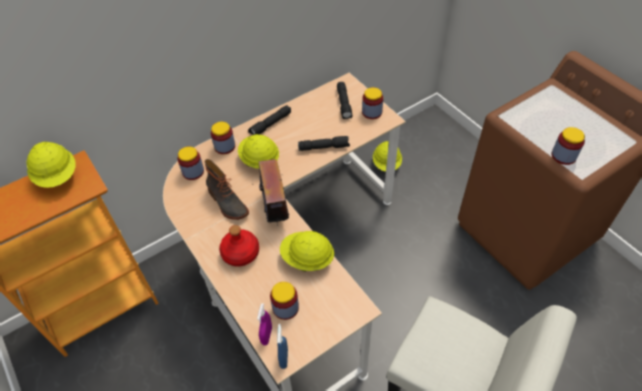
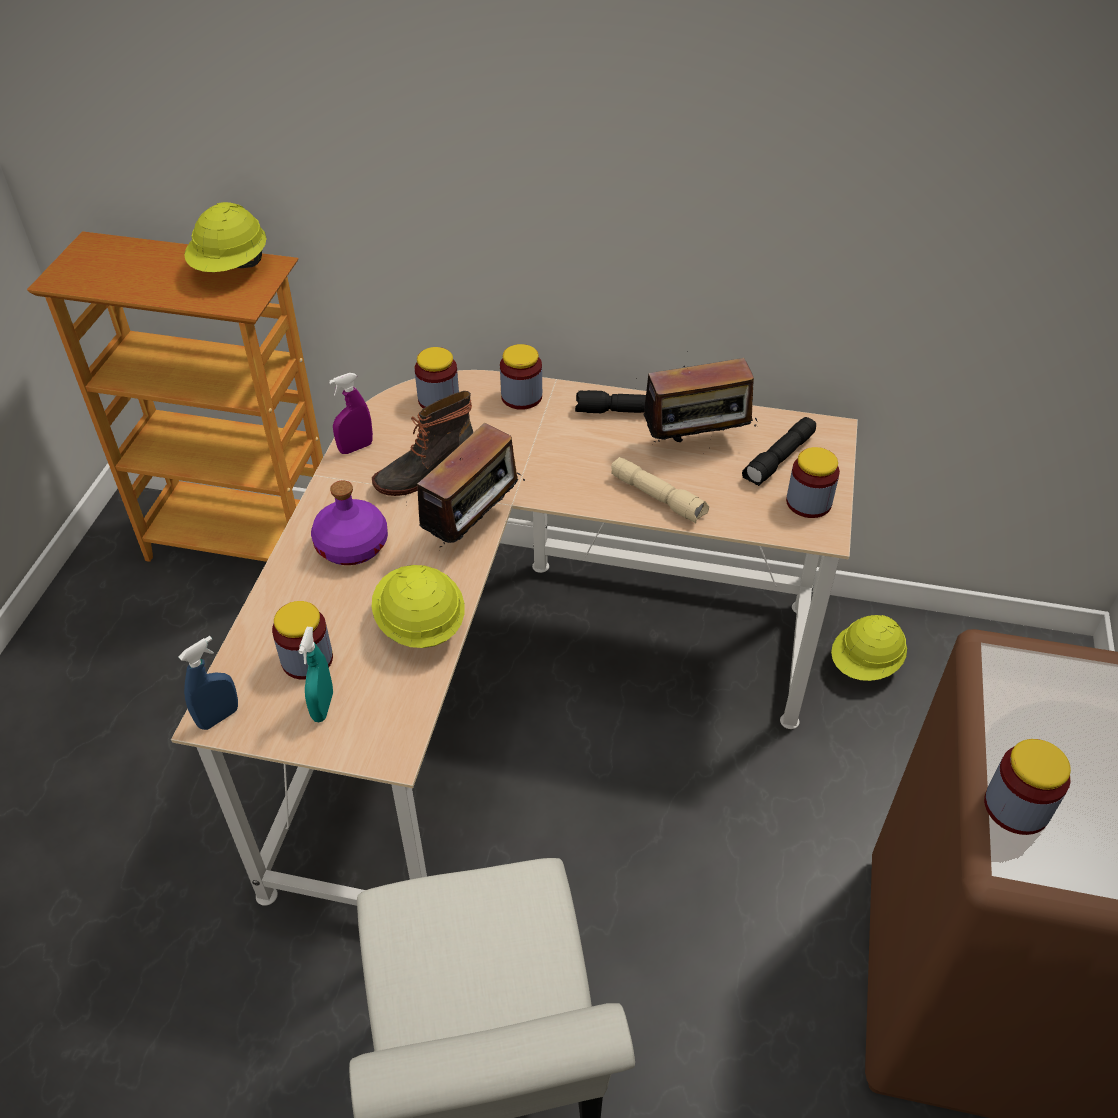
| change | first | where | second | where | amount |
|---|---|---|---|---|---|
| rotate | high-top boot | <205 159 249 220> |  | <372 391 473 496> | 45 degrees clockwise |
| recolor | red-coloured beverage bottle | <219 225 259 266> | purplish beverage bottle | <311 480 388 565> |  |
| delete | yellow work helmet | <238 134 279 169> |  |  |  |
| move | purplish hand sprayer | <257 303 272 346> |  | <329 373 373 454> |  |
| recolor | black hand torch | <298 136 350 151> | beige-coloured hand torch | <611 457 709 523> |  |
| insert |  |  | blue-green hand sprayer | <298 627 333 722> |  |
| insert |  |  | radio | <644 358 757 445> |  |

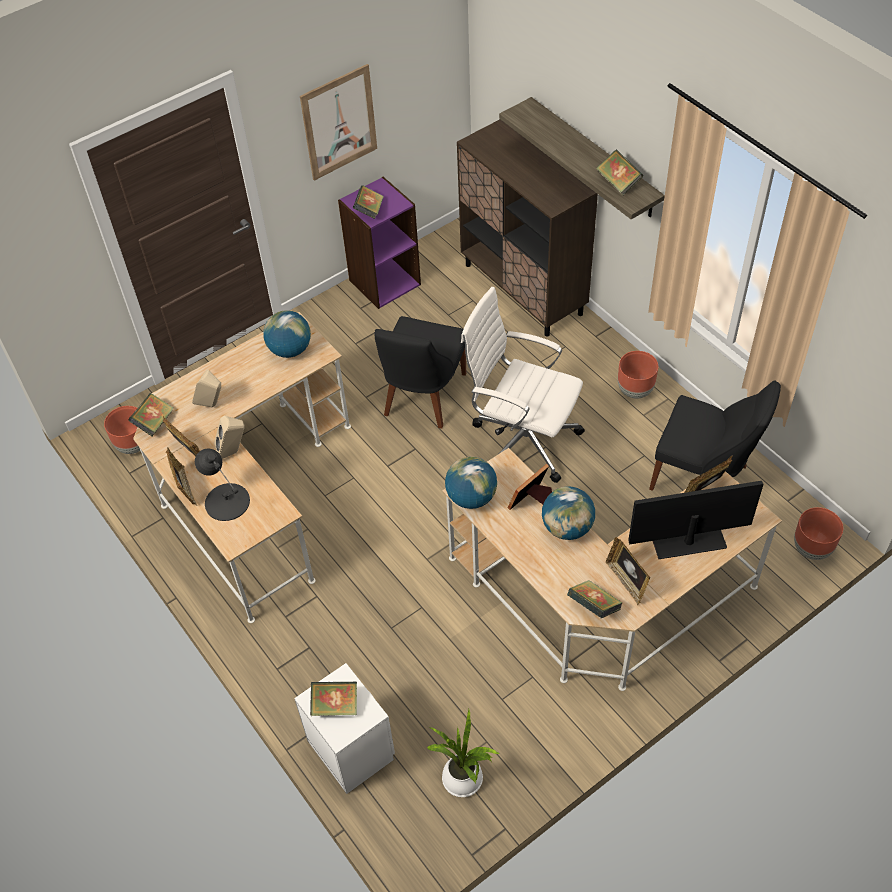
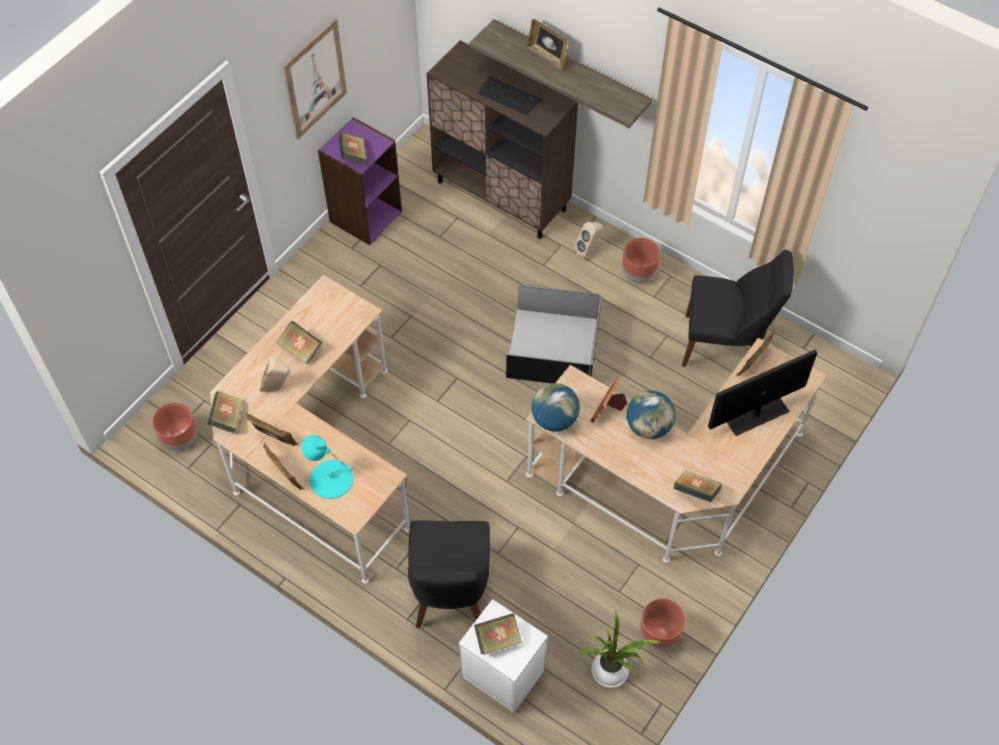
| change | first | where | second | where | amount |
|---|---|---|---|---|---|
| recolor | black tabletop lamp | <195 449 250 521> | blue-green tabletop lamp | <301 435 353 499> |  |
| move | beige-coloured loudspeaker | <214 416 245 459> |  | <573 222 603 259> |  |
| delete | desk globe | <263 310 311 358> |  |  |  |
| move | black chair | <374 316 466 429> |  | <408 521 490 628> |  |
| replace | white computer chair | <461 287 585 483> | black storage box | <505 284 602 383> |  |
| move | volume | <596 150 643 195> |  | <276 321 323 364> |  |
| move | standing frame | <606 537 650 605> |  | <527 19 568 71> |  |
| move | brown plant pot | <794 507 843 560> |  | <640 599 686 650> |  |
| insert |  |  | PC keyboard | <477 77 541 116> |  |

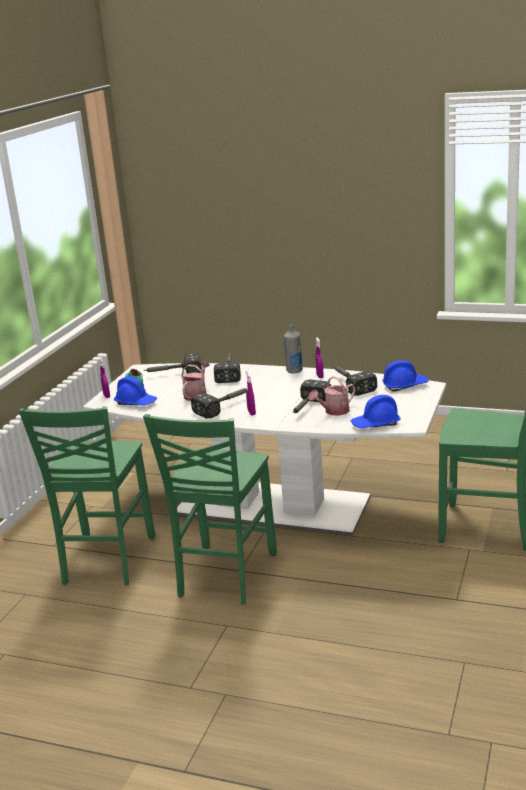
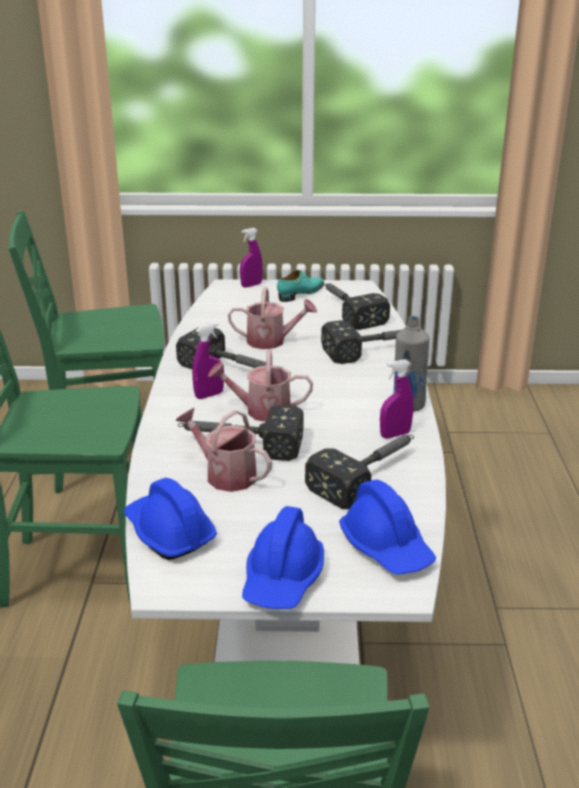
| change | first | where | second | where | amount |
|---|---|---|---|---|---|
| move | blue-coloured work helmet | <114 376 157 406> |  | <242 506 324 609> |  |
| insert |  |  | watering pot | <208 350 313 422> |  |

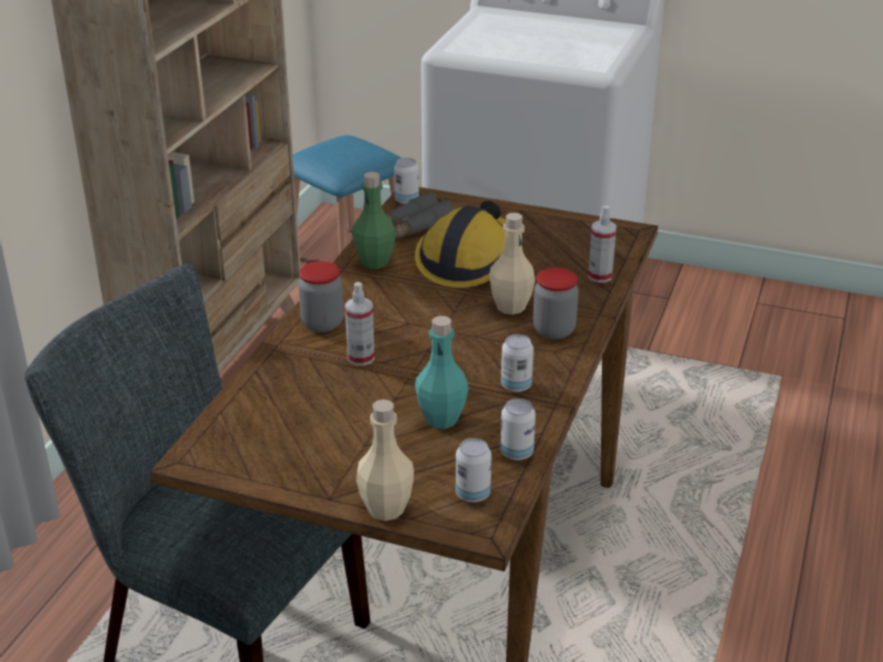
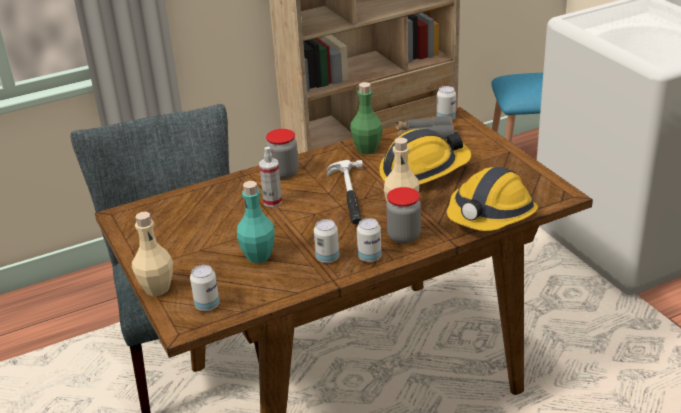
| change | first | where | second | where | amount |
|---|---|---|---|---|---|
| move | can | <500 398 536 460> |  | <357 218 382 262> |  |
| replace | hand sprayer | <588 206 617 283> | work helmet | <447 167 538 231> |  |
| insert |  |  | hammer | <326 160 363 225> |  |

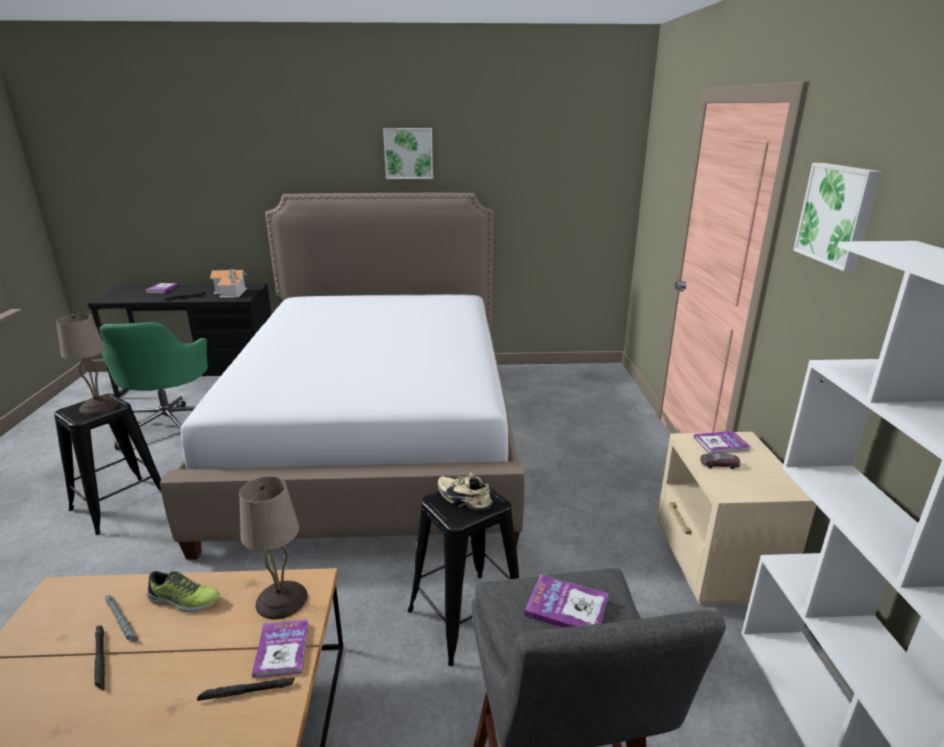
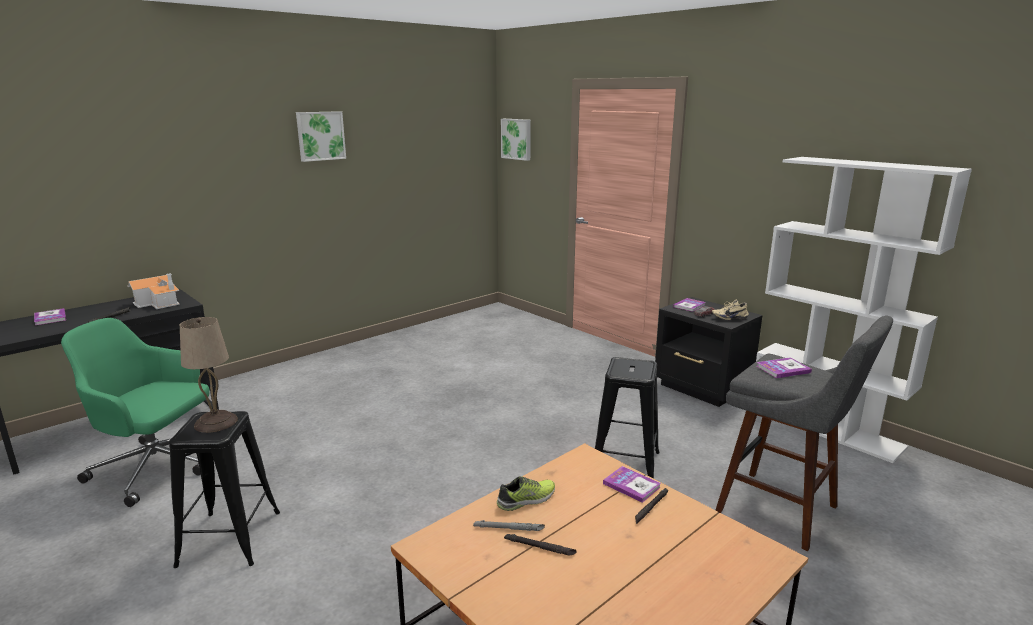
| change | first | where | second | where | amount |
|---|---|---|---|---|---|
| rotate | greenish computer chair | <99 322 208 450> |  | <61 318 210 507> | 150 degrees clockwise |
| delete | bedroom bed | <160 192 525 560> |  |  |  |
| delete | beige-coloured tabletop lamp | <239 476 308 619> |  |  |  |
| move | beige-coloured item of footwear | <438 472 493 512> |  | <712 300 749 320> |  |
| recolor | beige-coloured bedside table | <657 432 817 605> | black bedside table | <655 297 763 407> |  |
| move | wall picture | <793 163 882 271> |  | <501 119 531 161> |  |

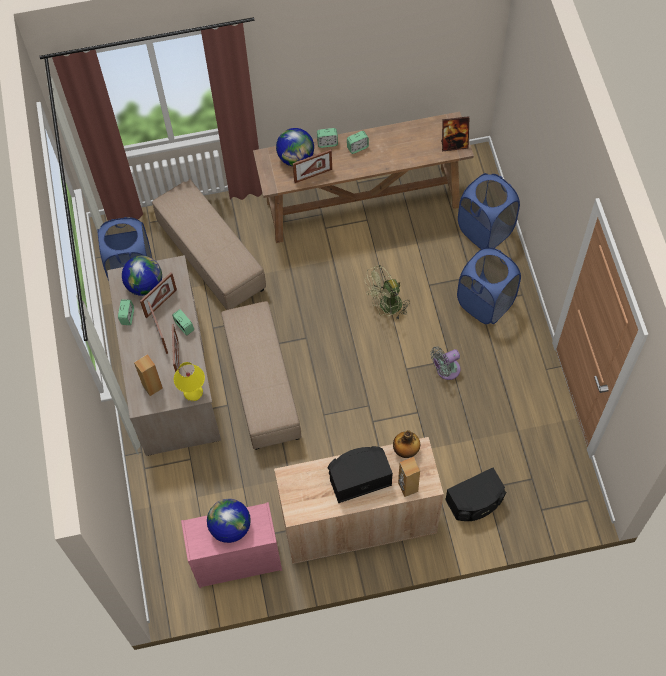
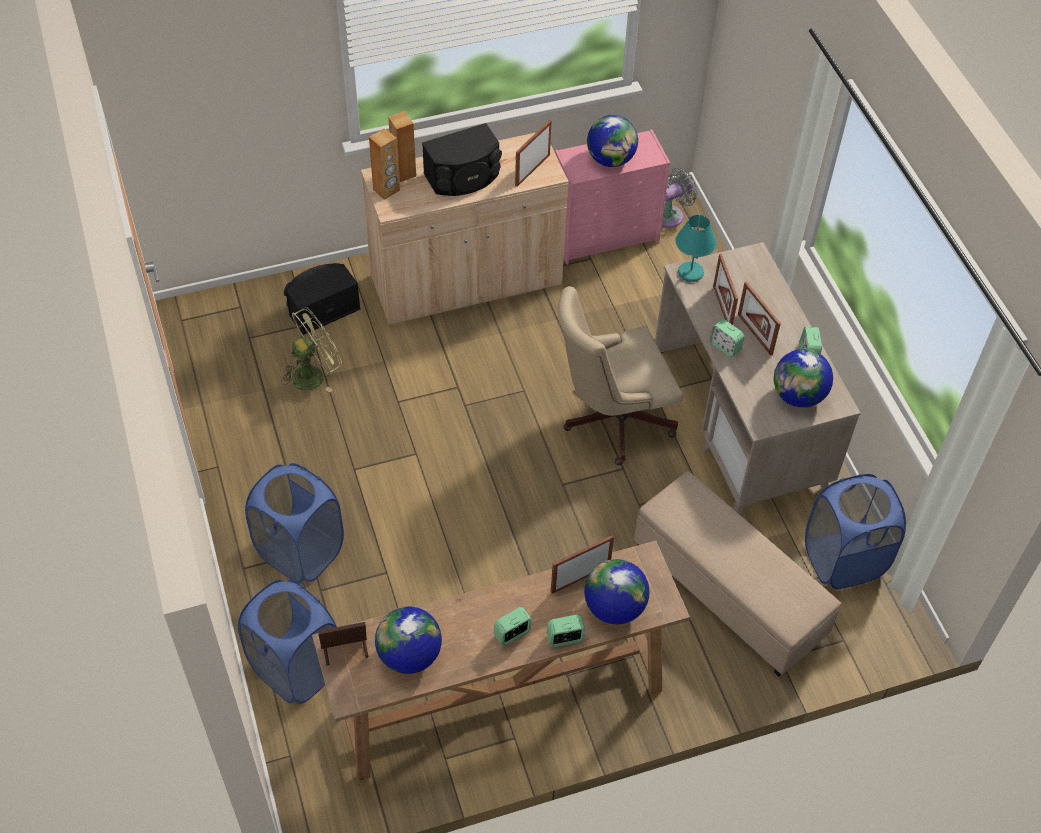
| change | first | where | second | where | amount |
|---|---|---|---|---|---|
| move | brown loudspeaker | <134 354 163 396> |  | <369 128 400 200> |  |
| move | standing frame | <140 272 177 318> |  | <515 120 552 187> |  |
| recolor | yellow tabletop lamp | <174 362 205 401> | blue-green tabletop lamp | <676 215 717 282> |  |
| replace | beige-coloured ottoman | <221 301 301 450> | beige-coloured computer chair | <558 286 683 465> |  |
| move | greenish fan | <364 265 410 319> |  | <281 307 342 393> |  |
| delete | beverage bottle | <393 430 420 458> |  |  |  |
| move | grey fan | <430 347 460 380> |  | <662 168 697 228> |  |
| insert |  |  | desk globe | <375 607 442 674> |  |

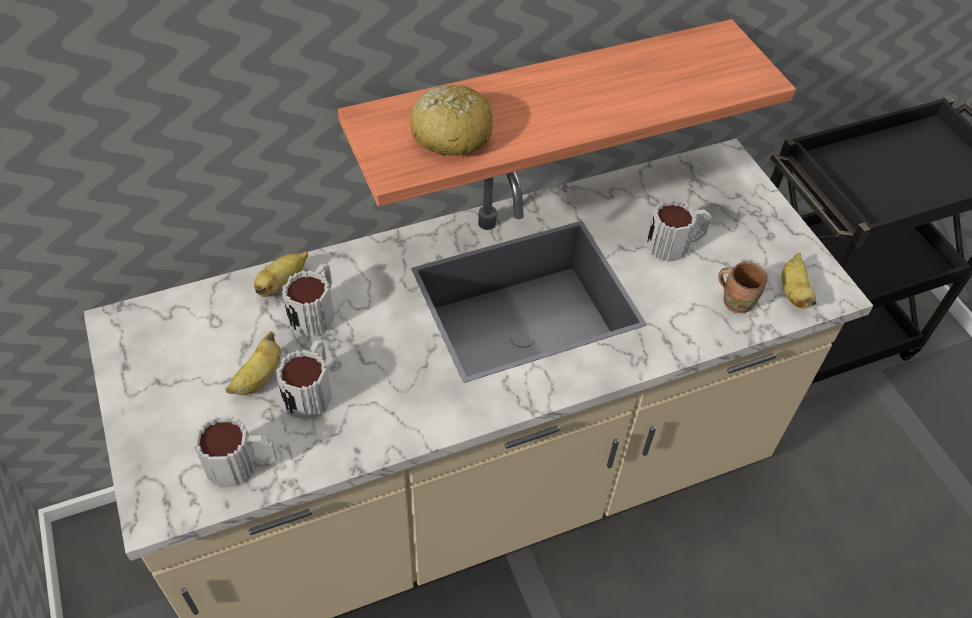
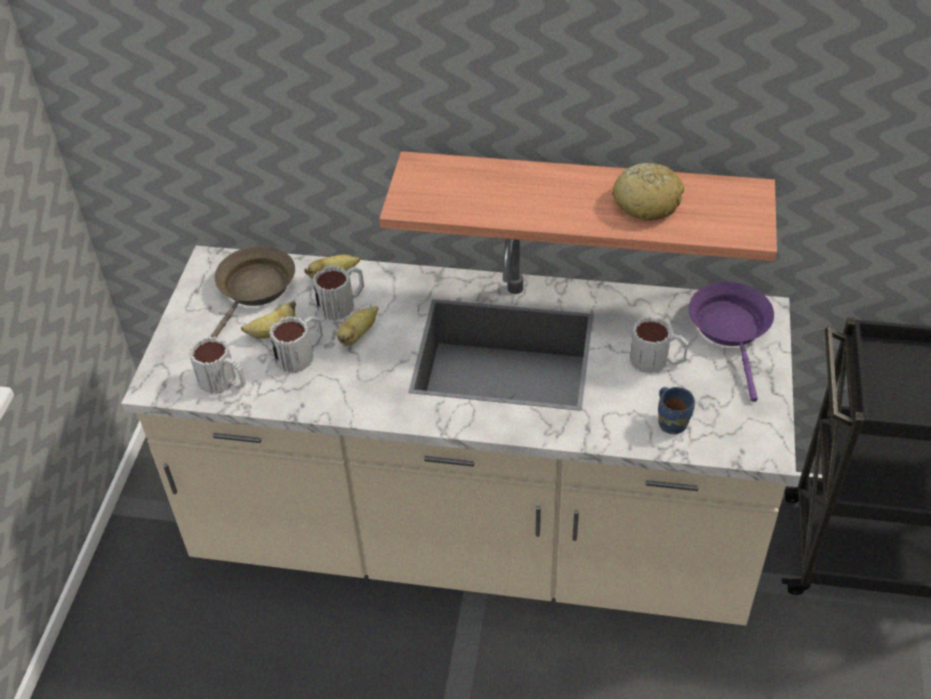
| change | first | where | second | where | amount |
|---|---|---|---|---|---|
| move | bakery bread | <410 85 493 156> |  | <612 163 684 220> |  |
| recolor | brown tea mug | <718 262 767 313> | blue-coloured tea mug | <658 387 695 434> |  |
| move | whole banana | <782 253 816 309> |  | <337 306 378 346> |  |
| insert |  |  | brown frying pan | <210 246 295 338> |  |
| insert |  |  | purplish frying pan | <689 282 774 402> |  |

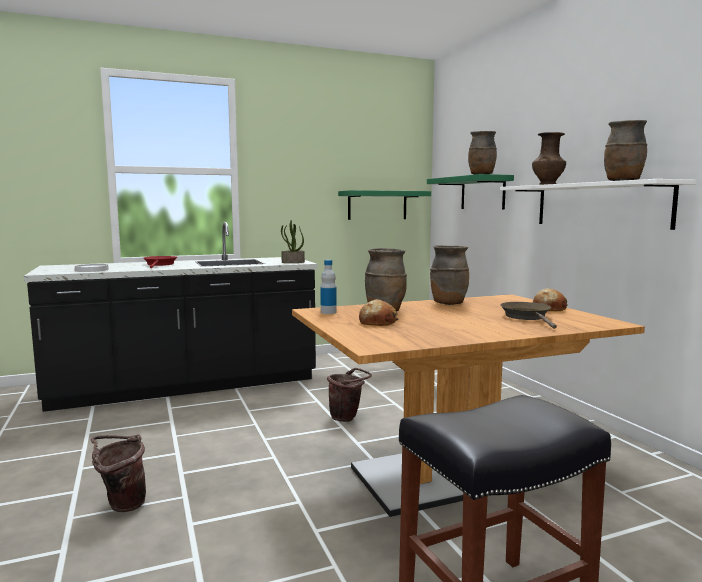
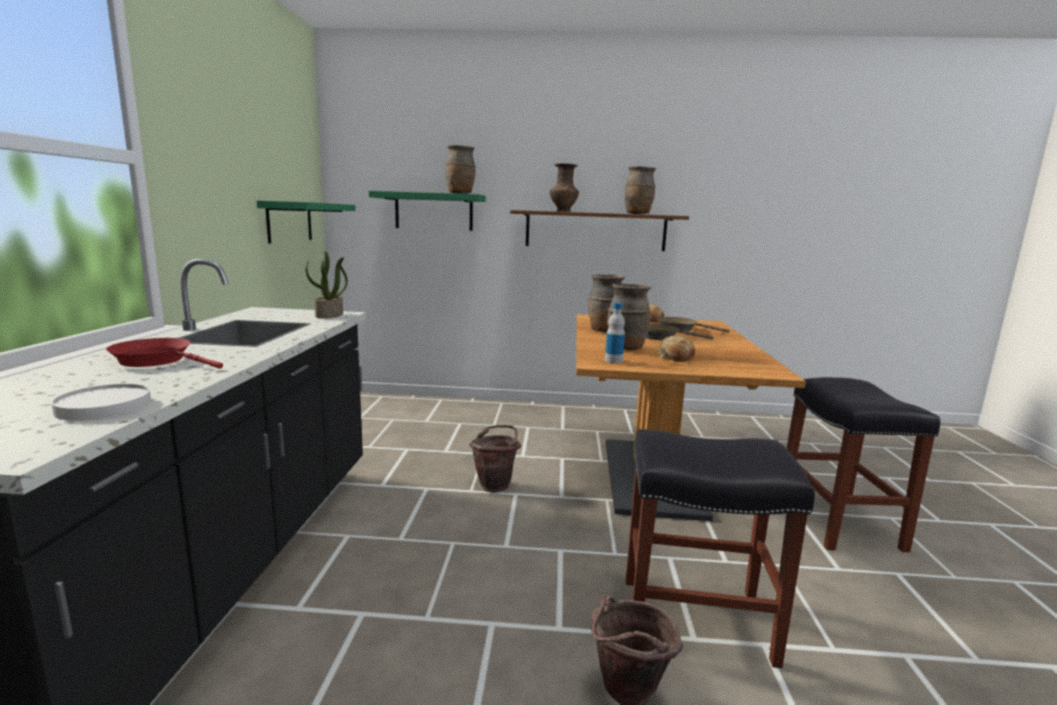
| change | first | where | second | where | amount |
|---|---|---|---|---|---|
| recolor | white shelf | <500 179 697 230> | brown shelf | <510 210 689 251> |  |
| insert |  |  | black stool seat | <626 429 815 668> |  |
| insert |  |  | brown frying pan | <647 324 713 340> |  |

